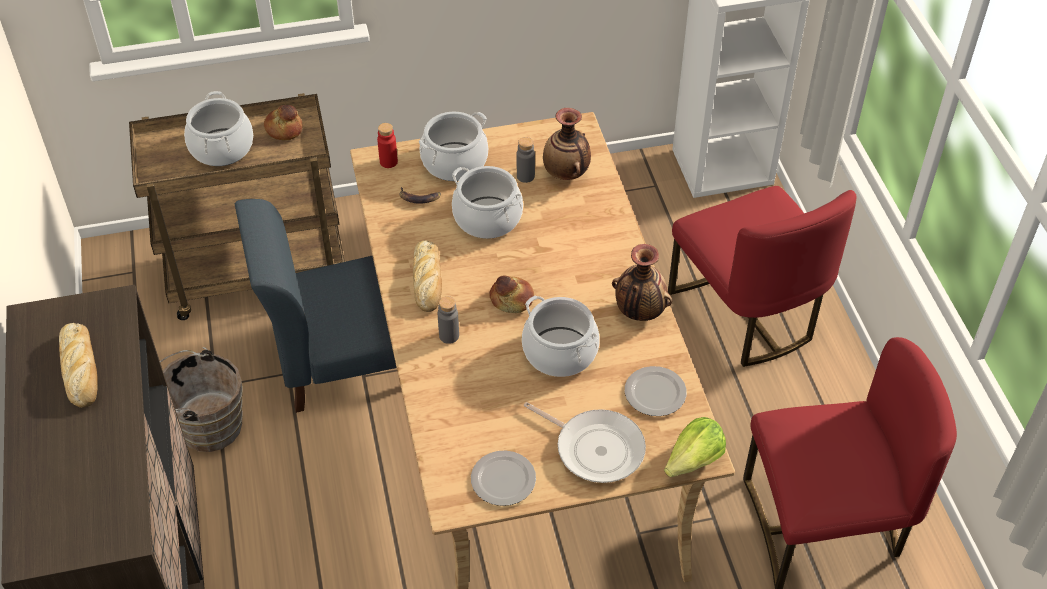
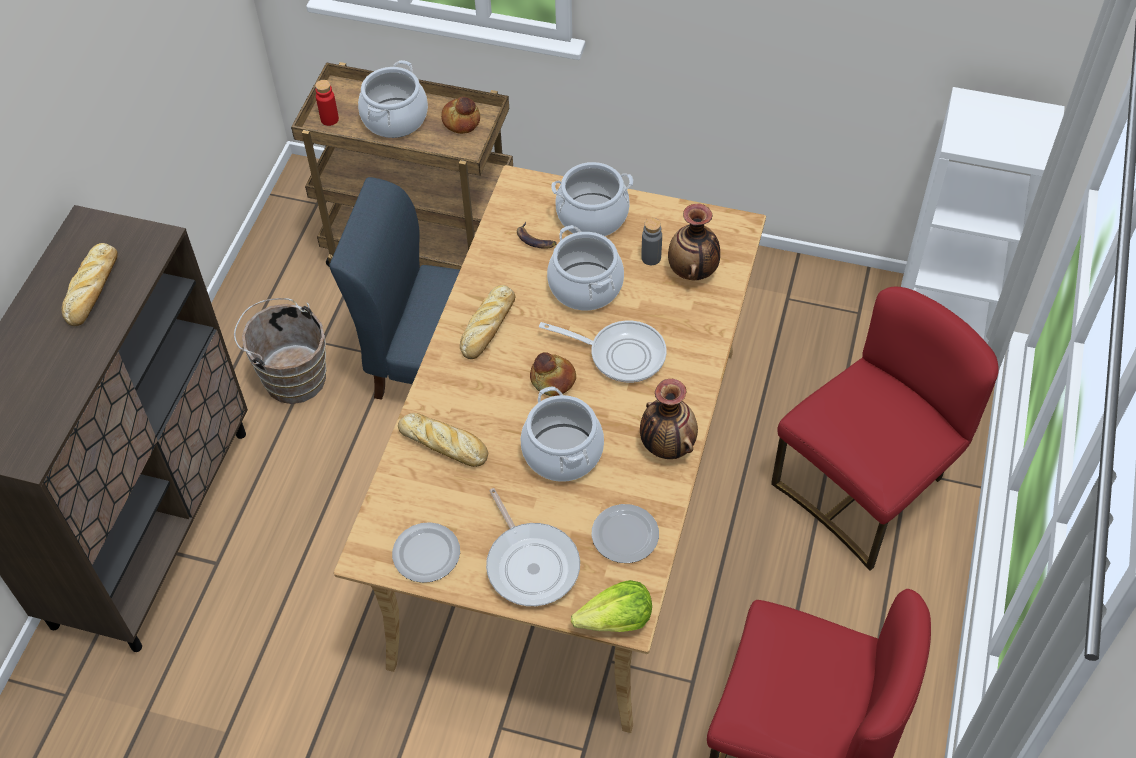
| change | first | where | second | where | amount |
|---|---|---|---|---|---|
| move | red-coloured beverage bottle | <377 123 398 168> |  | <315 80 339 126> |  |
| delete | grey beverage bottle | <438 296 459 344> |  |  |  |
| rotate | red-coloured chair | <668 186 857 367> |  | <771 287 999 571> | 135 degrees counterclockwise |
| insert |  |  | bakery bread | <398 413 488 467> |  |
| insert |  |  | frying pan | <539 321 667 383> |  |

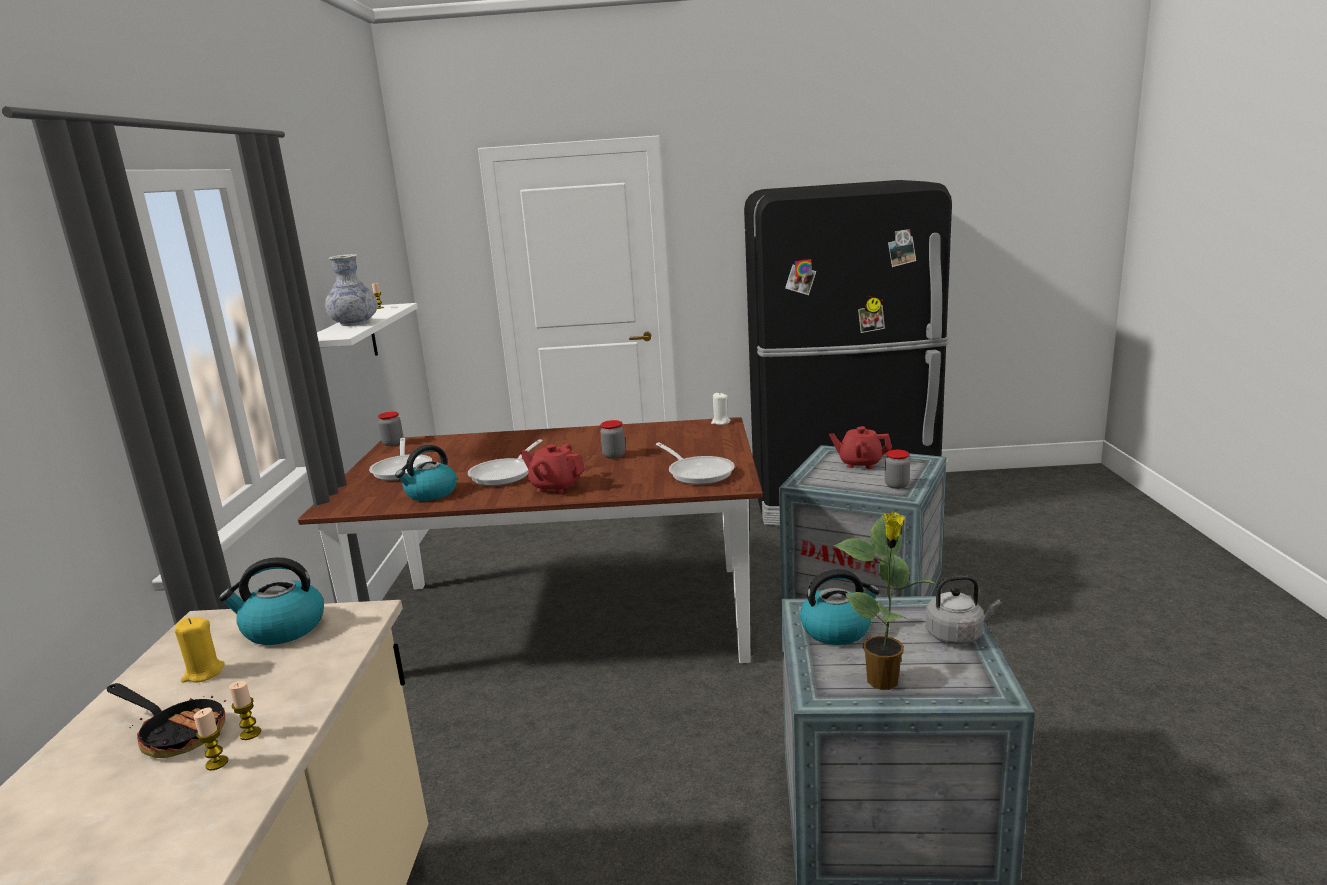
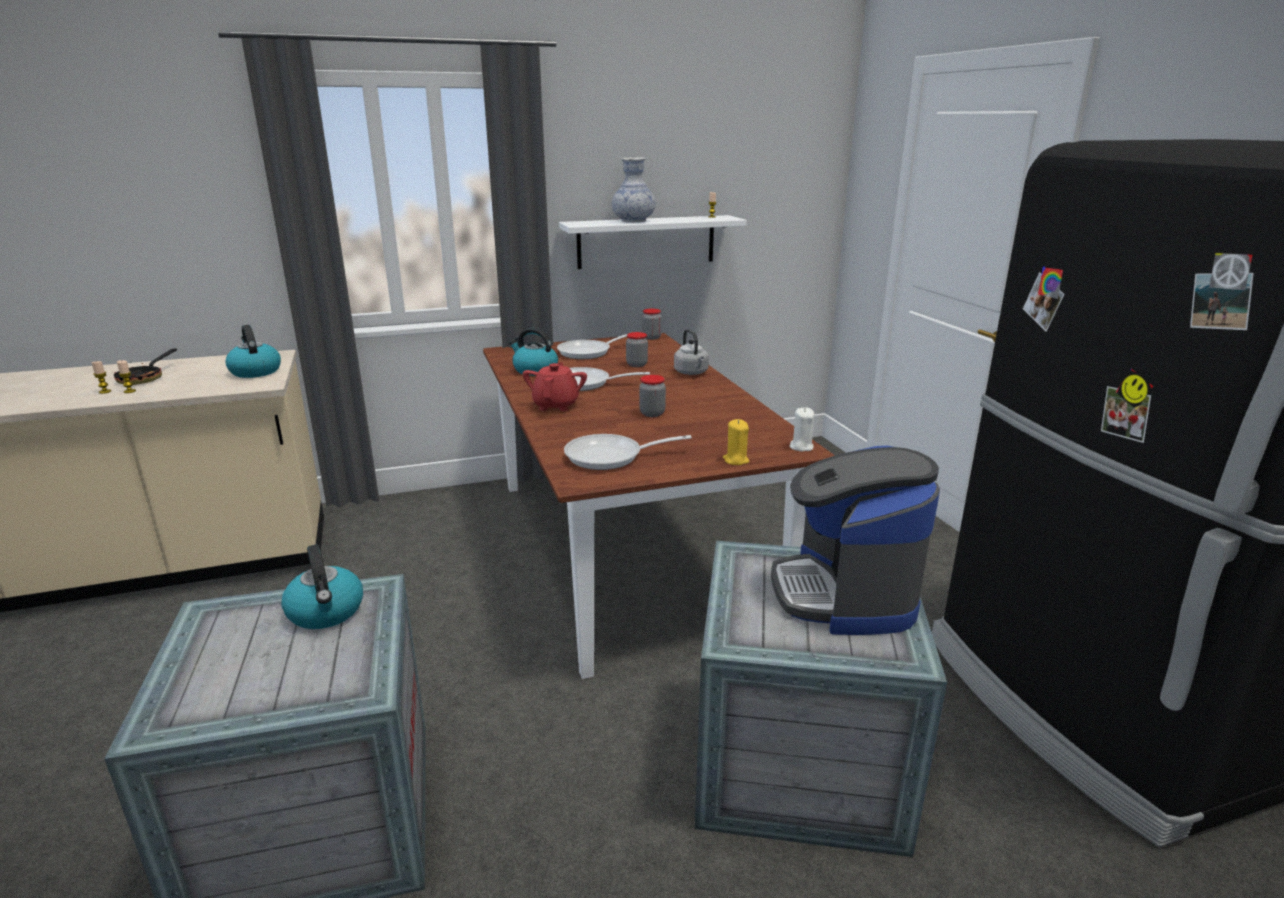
| change | first | where | second | where | amount |
|---|---|---|---|---|---|
| move | yellow wax light | <175 617 225 683> |  | <723 419 749 465> |  |
| rotate | frying pan | <655 443 735 485> |  | <564 434 692 470> | 45 degrees clockwise |
| replace | red-coloured pot for tea | <829 426 892 469> | coffee maker | <771 446 940 635> |  |
| delete | plant in a pot | <833 512 937 690> |  |  |  |
| move | storage jar | <885 450 910 489> |  | <626 332 648 367> |  |
| move | grey water kettle | <925 575 1001 645> |  | <674 329 709 375> |  |

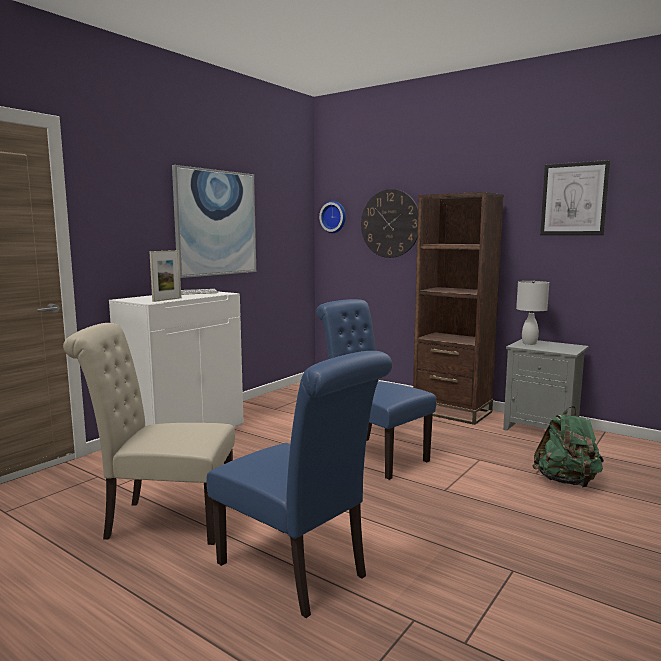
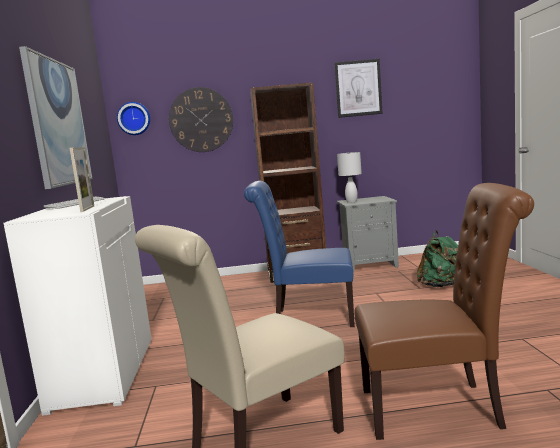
| change | first | where | second | where | amount |
|---|---|---|---|---|---|
| recolor | blue-coloured chair | <207 351 392 618> | brown chair | <355 183 534 440> |  |

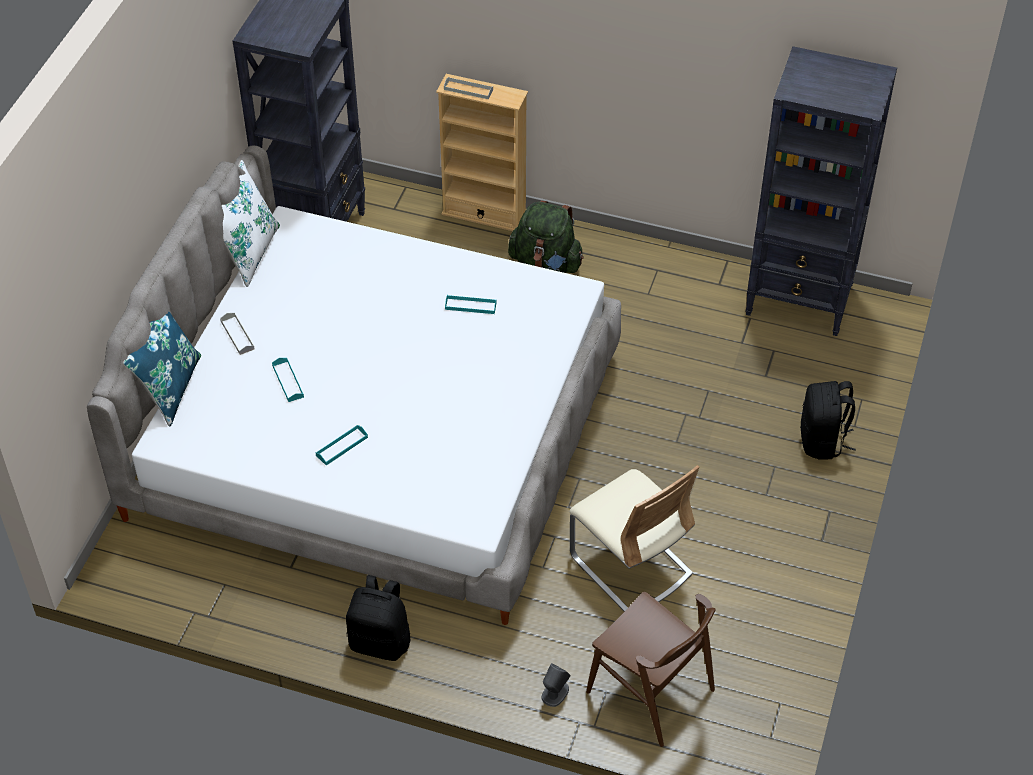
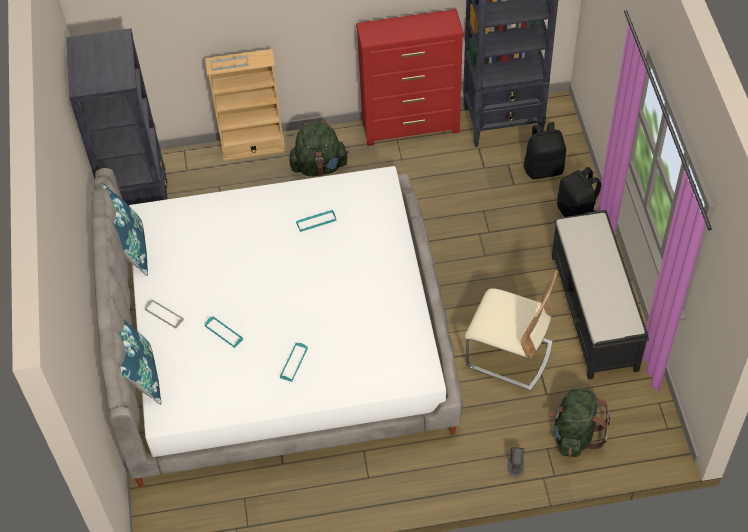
| change | first | where | second | where | amount |
|---|---|---|---|---|---|
| recolor | white cushion | <222 160 280 287> | blue-coloured cushion | <102 184 148 276> |  |
| move | black knapsack | <346 575 410 661> |  | <524 122 566 179> |  |
| replace | brown chair | <586 592 716 747> | greenish knapsack | <550 388 610 457> |  |
| insert |  |  | red-coloured chest of drawers | <356 9 464 146> |  |
| insert |  |  | black indoor bench | <552 210 649 380> |  |

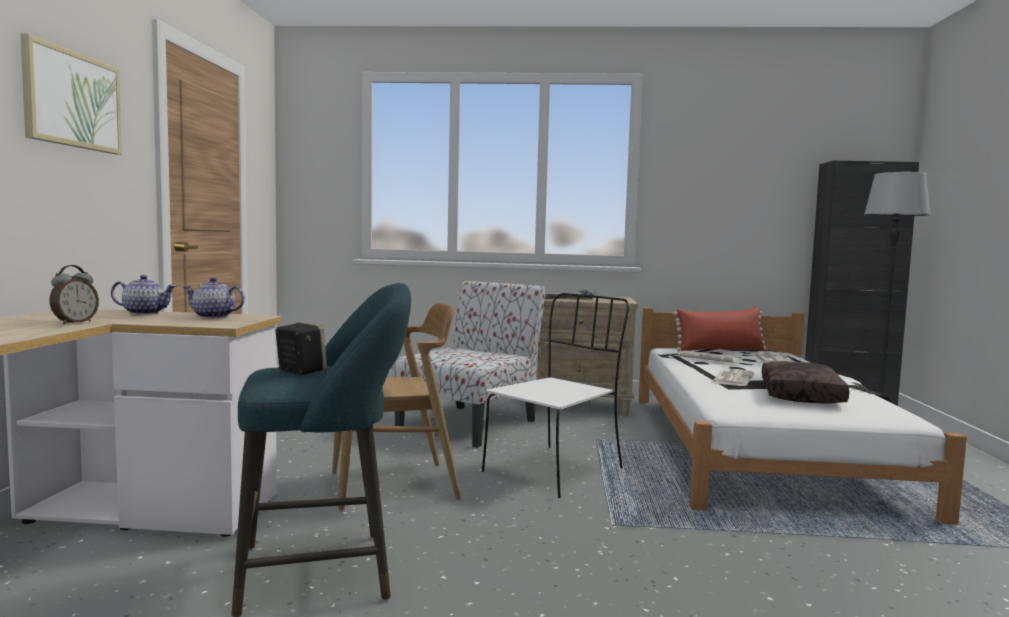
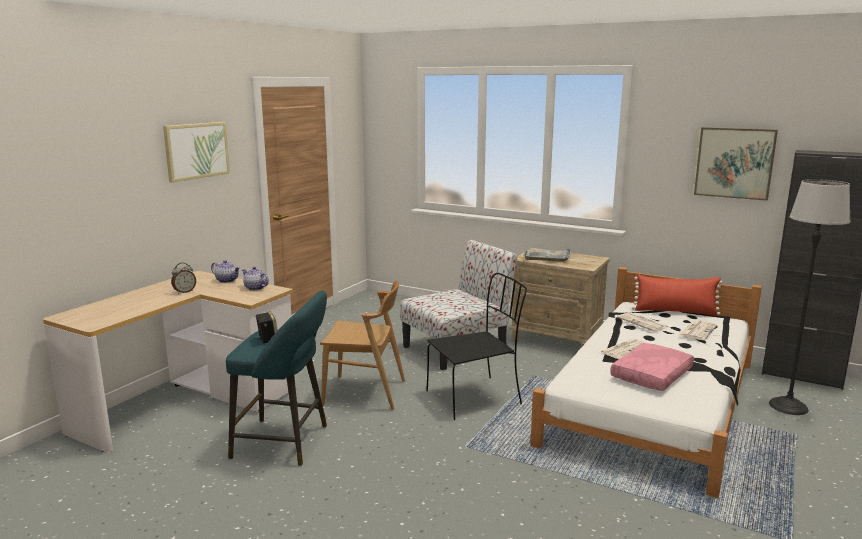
| change | first | where | second | where | amount |
|---|---|---|---|---|---|
| recolor | white chair | <482 293 629 498> | black chair | <426 273 527 420> |  |
| recolor | brown cushion | <762 361 849 404> | pinkish cushion | <610 343 694 391> |  |
| insert |  |  | wall picture | <694 127 778 201> |  |

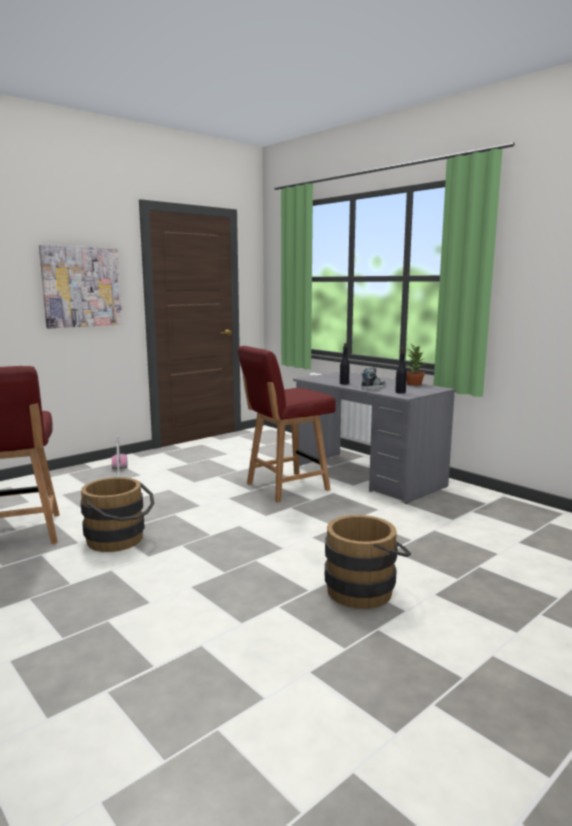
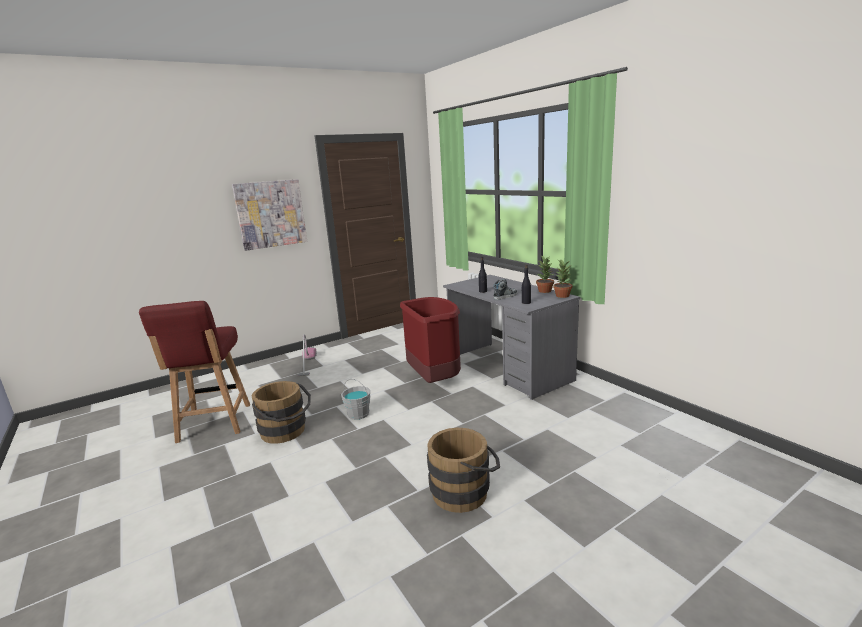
| change | first | where | second | where | amount |
|---|---|---|---|---|---|
| replace | red-coloured chair | <238 346 336 502> | red-coloured waste bin | <400 297 461 383> |  |
| insert |  |  | grey water bucket | <341 379 371 420> |  |
| insert |  |  | plant in a pot | <553 260 573 298> |  |

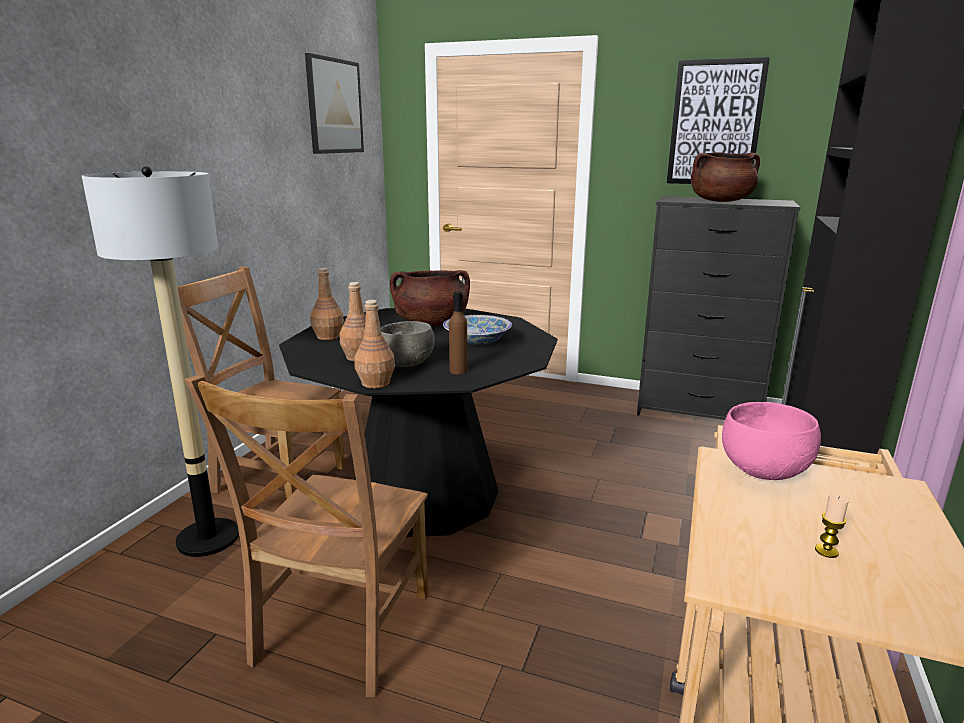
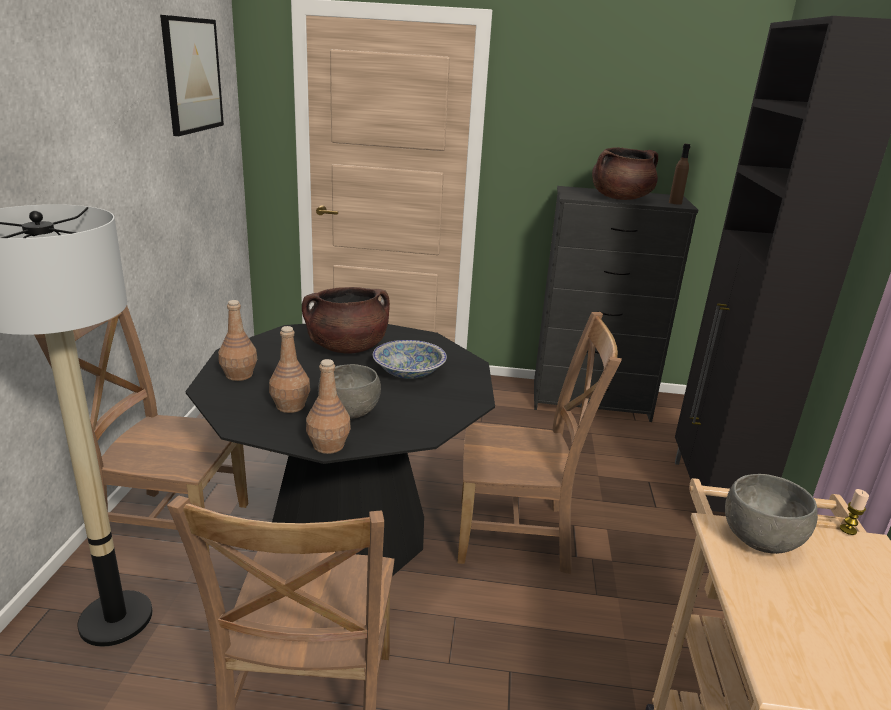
| change | first | where | second | where | amount |
|---|---|---|---|---|---|
| move | brown beverage bottle | <449 292 468 374> |  | <669 144 690 205> |  |
| delete | wall picture | <667 57 770 184> |  |  |  |
| recolor | pinkish deep dish | <722 402 821 480> | grey deep dish | <725 474 818 554> |  |
| move | wax light | <815 493 848 558> |  | <840 489 869 535> |  |
| insert |  |  | brown chair | <457 312 622 574> |  |

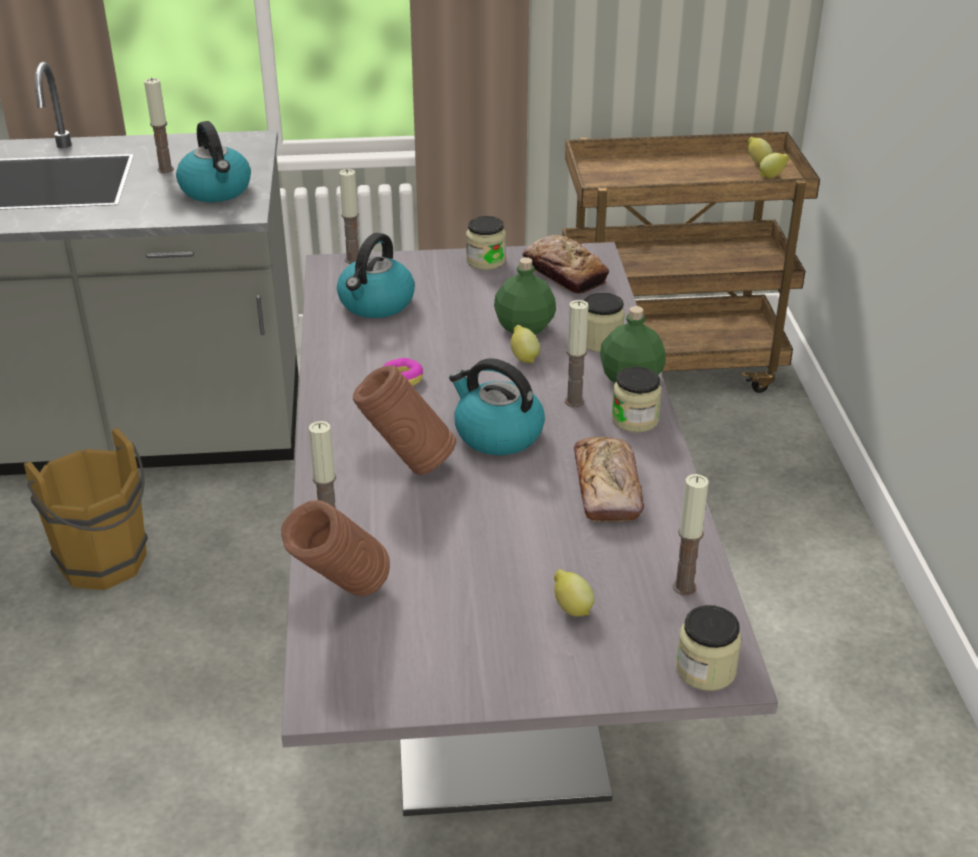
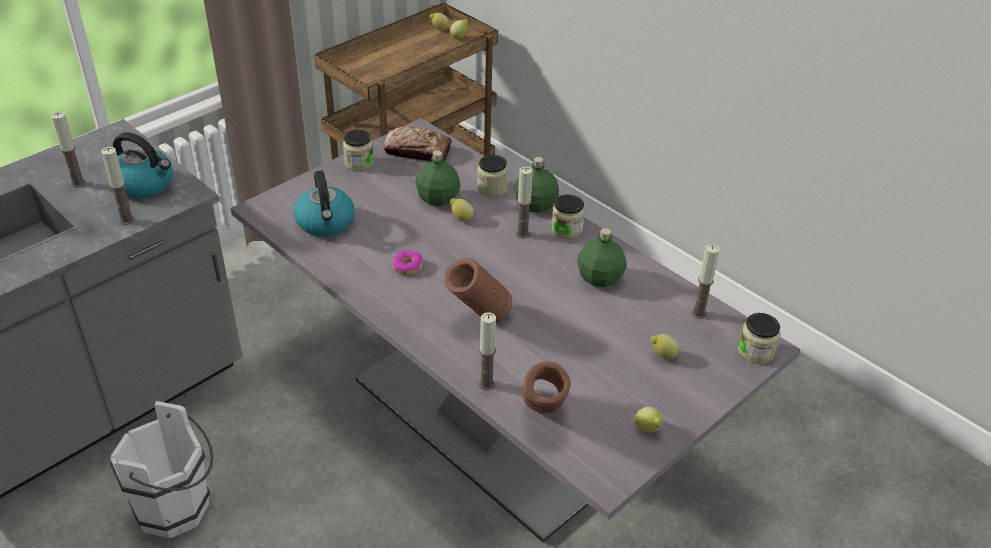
| change | first | where | second | where | amount |
|---|---|---|---|---|---|
| recolor | brown water bucket | <24 427 148 590> | white water bucket | <110 401 213 538> |  |
| move | wax light | <339 169 359 264> |  | <101 147 135 225> |  |
| delete | water kettle | <449 358 545 455> |  |  |  |
| replace | bakery bread | <574 437 644 522> | greenish beverage bottle | <577 228 626 287> |  |
| insert |  |  | lemon | <635 407 662 433> |  |

